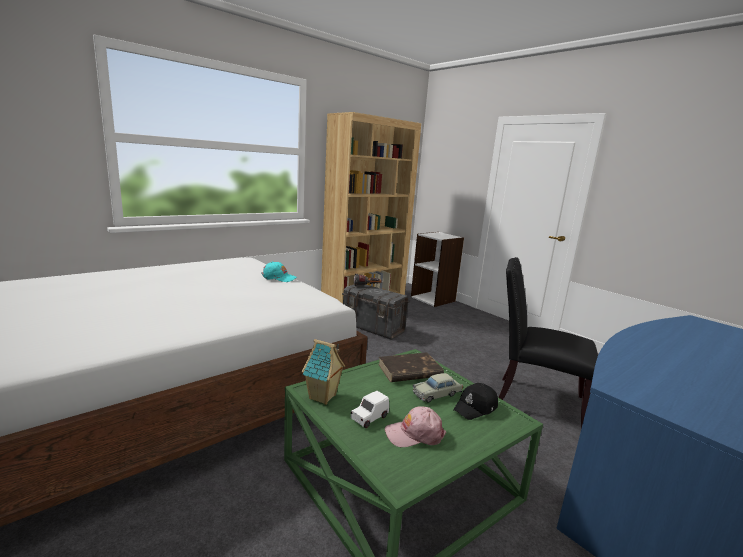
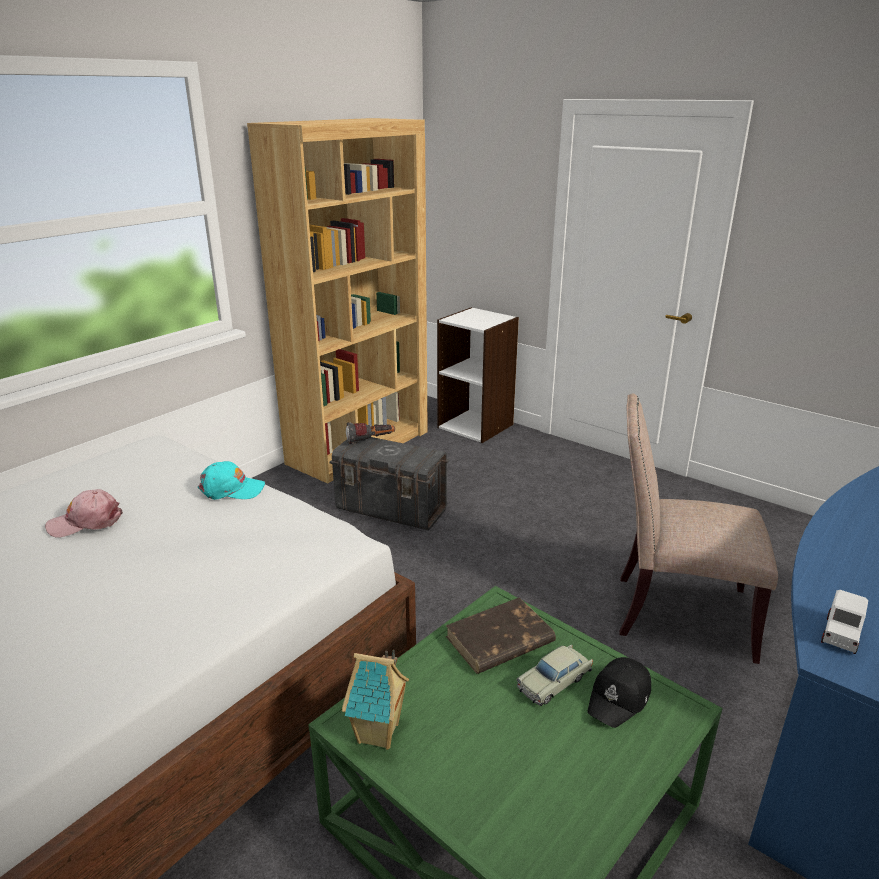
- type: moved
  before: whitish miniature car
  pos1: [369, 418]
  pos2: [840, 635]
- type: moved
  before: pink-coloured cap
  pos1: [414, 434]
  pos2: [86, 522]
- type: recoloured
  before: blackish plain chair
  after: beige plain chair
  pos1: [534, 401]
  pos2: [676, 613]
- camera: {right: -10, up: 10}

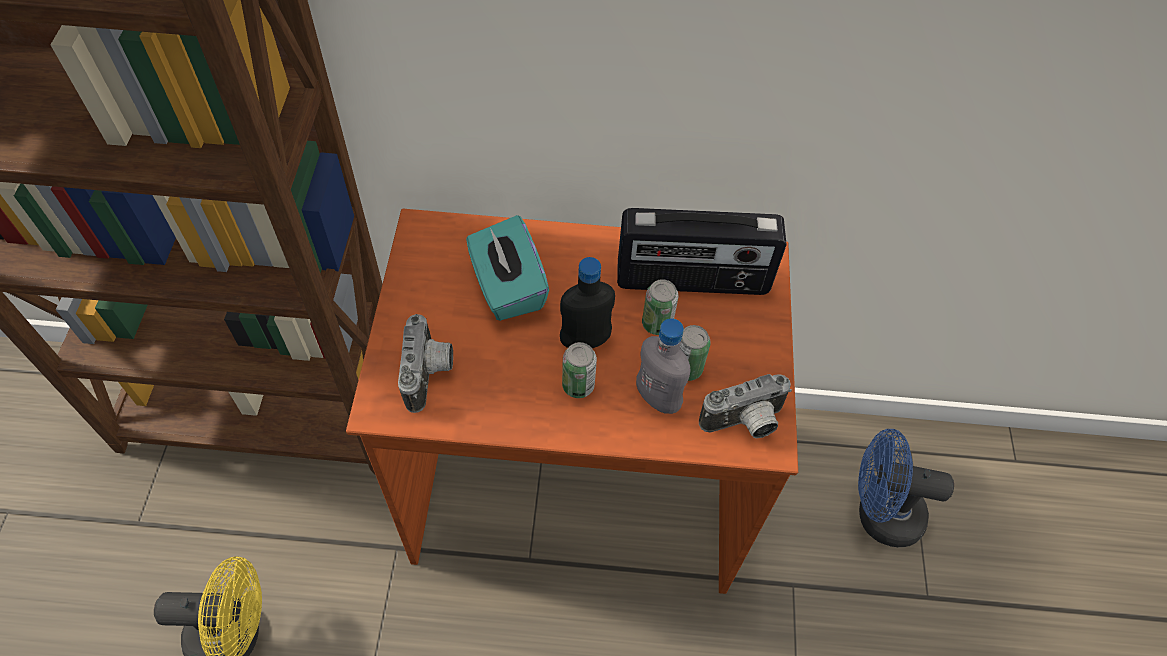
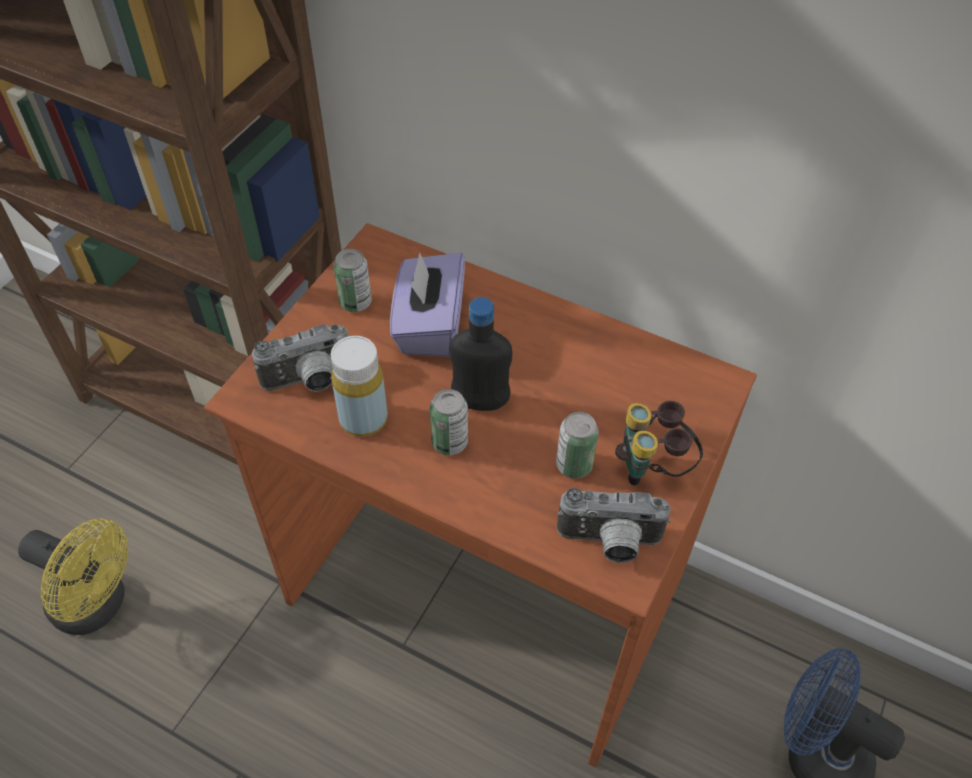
- type: turned
  before: still camera
  pos1: [430, 374]
  pos2: [310, 381]
  turn: 45
- type: recoloured
  before: blue-green box of tissues
  after: purple-coloured box of tissues
  pos1: [507, 287]
  pos2: [429, 326]
- type: removed
  before: radio set
  pos1: [692, 281]
- type: removed
  before: greyish beverage bottle
  pos1: [657, 398]
- type: moved
  before: metal can
  pos1: [657, 324]
  pos2: [355, 302]
- type: added
  after: yellowish beverage bottle
  pos2: [363, 419]
- type: added
  after: field glasses
  pos2: [653, 468]
- camera: {right: 25, up: -5}

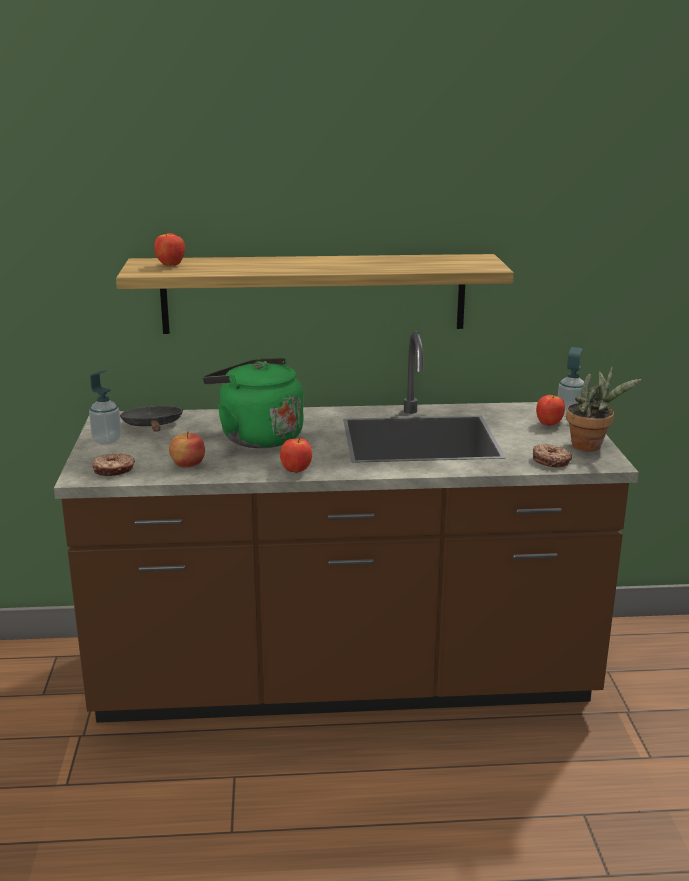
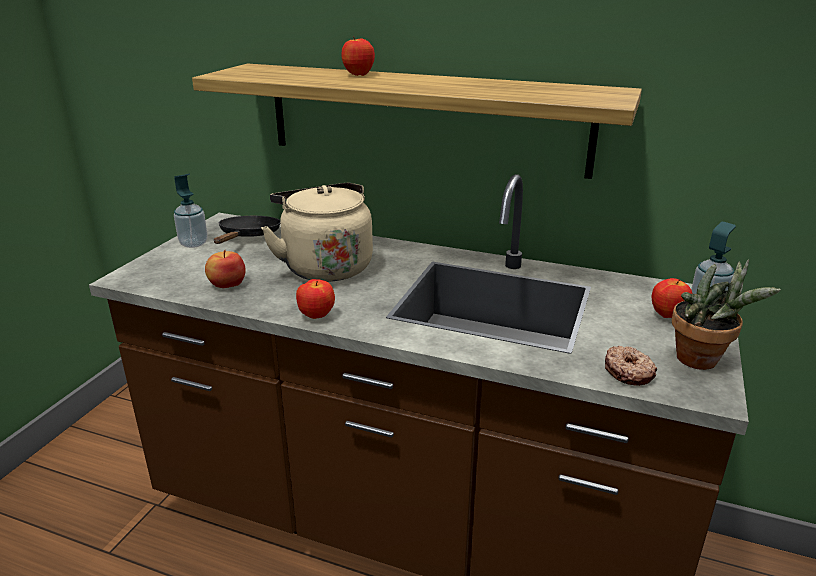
- type: removed
  before: doughnut
  pos1: [113, 470]
- type: moved
  before: whole apple
  pos1: [170, 265]
  pos2: [358, 75]
- type: recoloured
  before: green water kettle
  after: beige water kettle
  pos1: [257, 437]
  pos2: [325, 266]
- camera: {right: 25, up: 5}

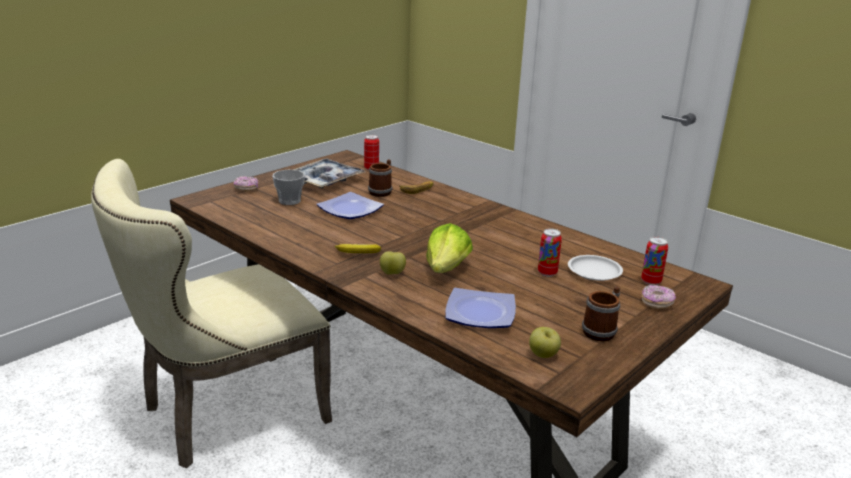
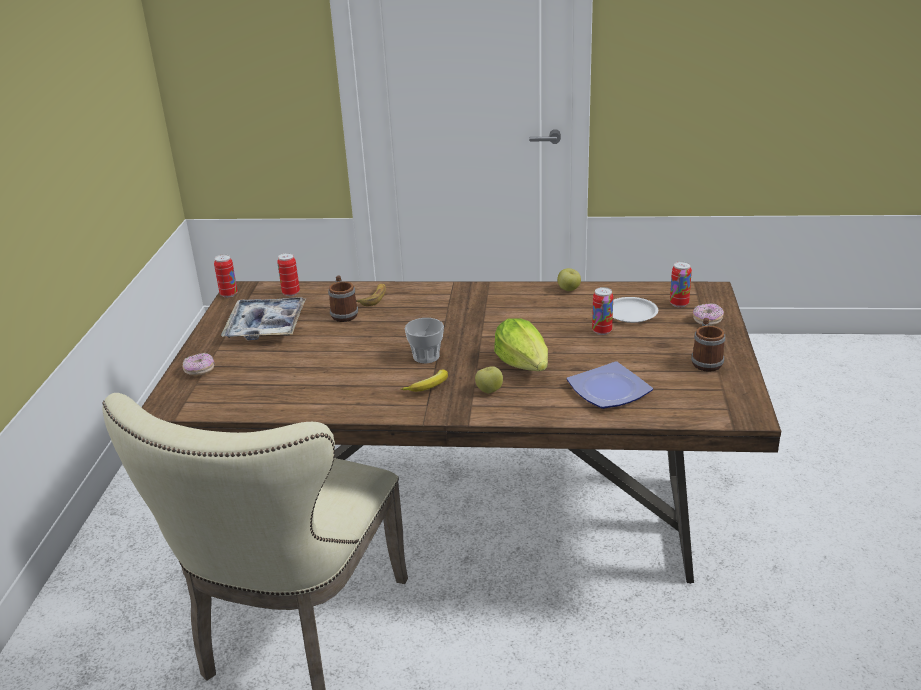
- type: moved
  before: drinking cup
  pos1: [289, 201]
  pos2: [426, 356]
- type: removed
  before: dinner plate
  pos1: [350, 210]
- type: moved
  before: whole apple
  pos1: [543, 355]
  pos2: [569, 290]
- type: added
  after: metal can
  pos2: [229, 294]
- camera: {right: -35, up: 5}

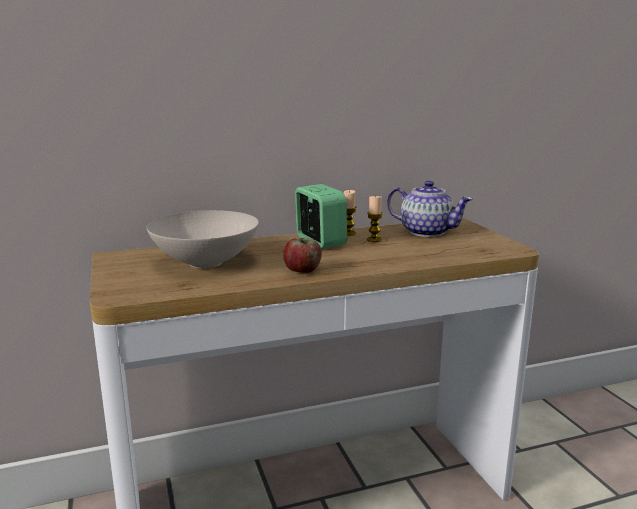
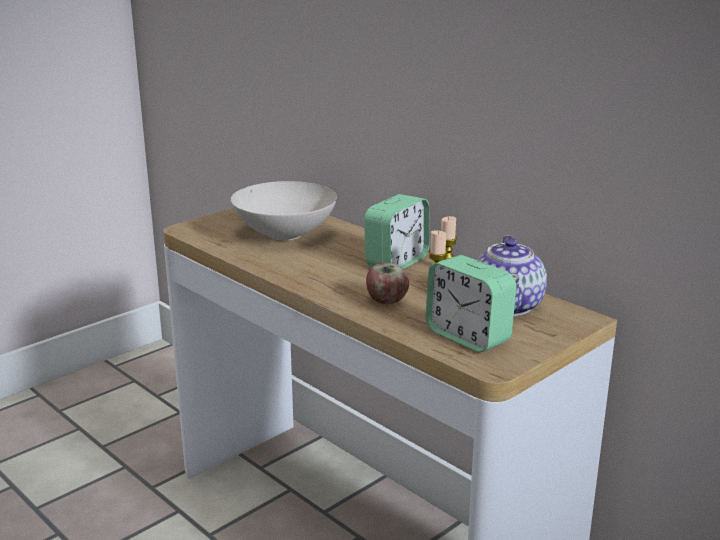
- type: moved
  before: whole apple
  pos1: [302, 271]
  pos2: [386, 301]
- type: added
  after: table clock
  pos2: [468, 337]
- camera: {right: 65, up: 5}

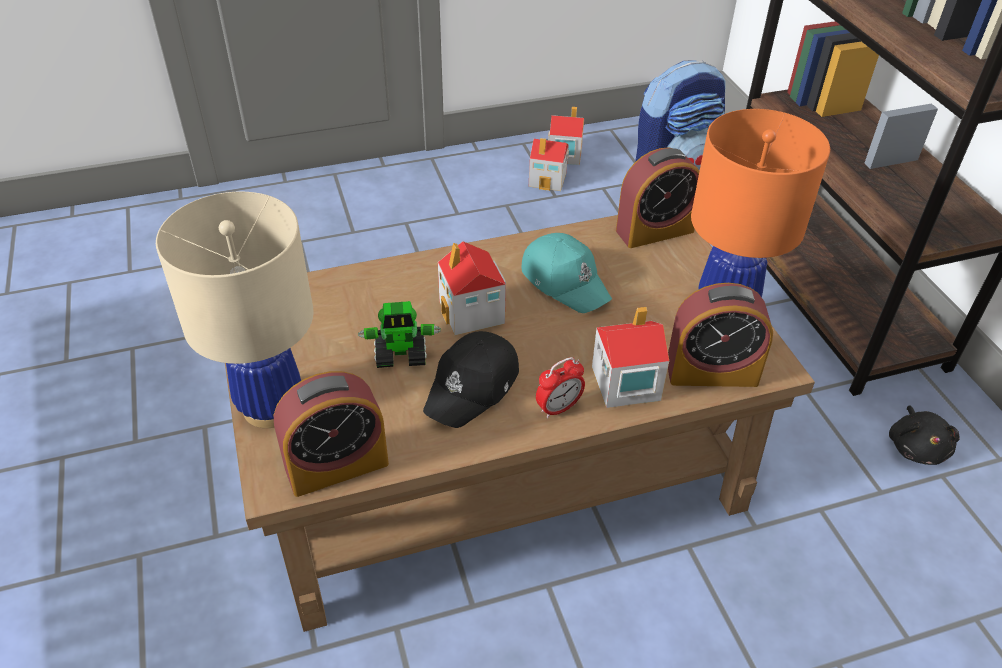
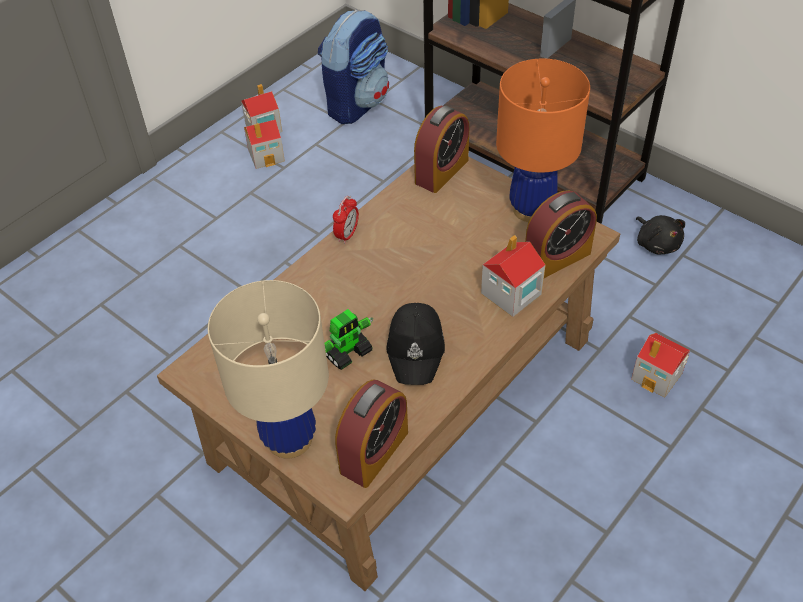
- type: moved
  before: model house
  pos1: [472, 313]
  pos2: [657, 376]
- type: removed
  before: blue-green cap
  pos1: [565, 281]
- type: moved
  before: table clock
  pos1: [558, 408]
  pos2: [347, 235]
- camera: {right: -30, up: 5}

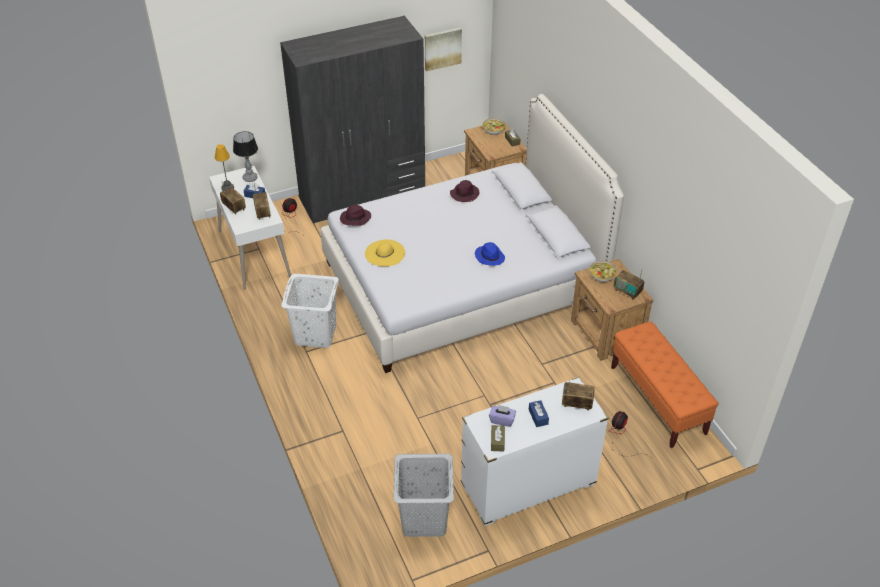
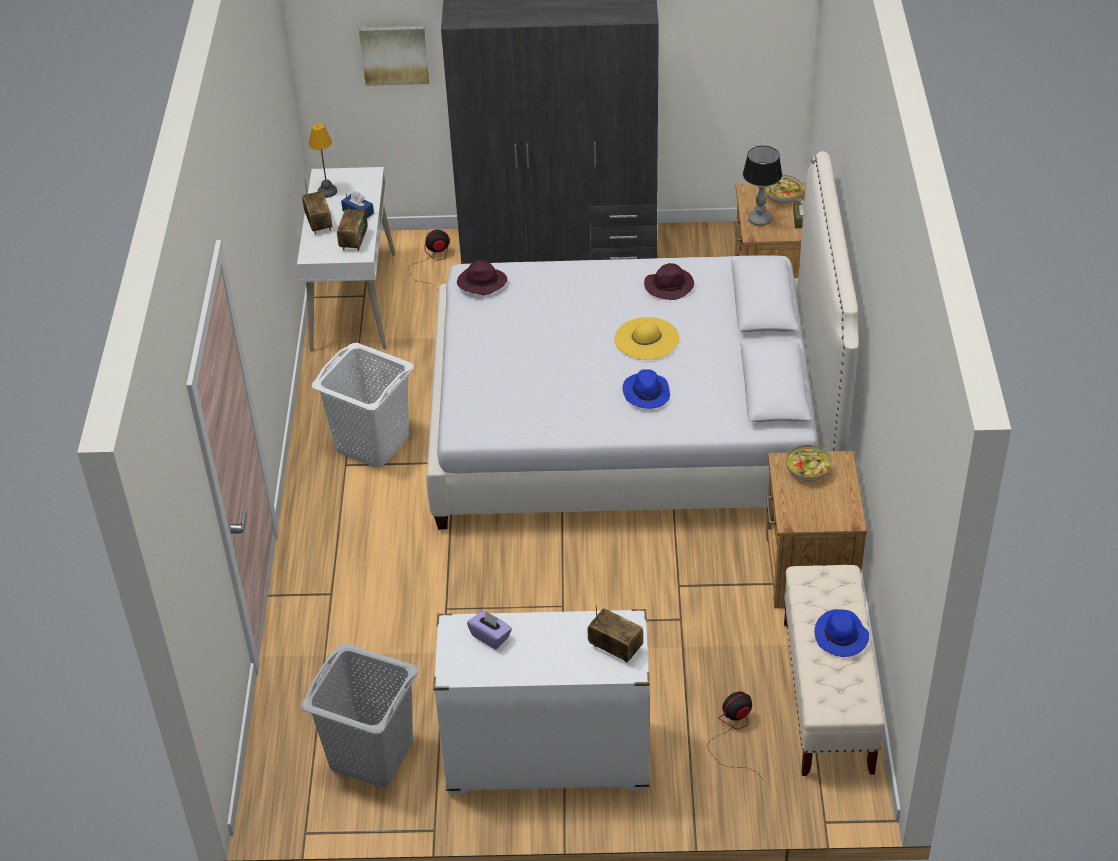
- type: moved
  before: lamp for a table
  pos1: [249, 178]
  pos2: [759, 220]
- type: moved
  before: yellowish wearable hat
  pos1: [385, 253]
  pos2: [646, 339]
- type: moved
  before: wall picture
  pos1: [442, 48]
  pos2: [394, 54]
- type: removed
  before: brown box of tissues
  pos1: [497, 441]
- type: removed
  before: blue-coloured box of tissues
  pos1: [538, 417]
- type: recoloured
  before: orangey bench
  after: beige bench
  pos1: [657, 400]
  pos2: [827, 697]
- type: removed
  before: radio set
  pos1: [627, 291]
- type: added
  after: blue-coloured wearable hat
  pos2: [841, 636]
- camera: {right: 25, up: 0}

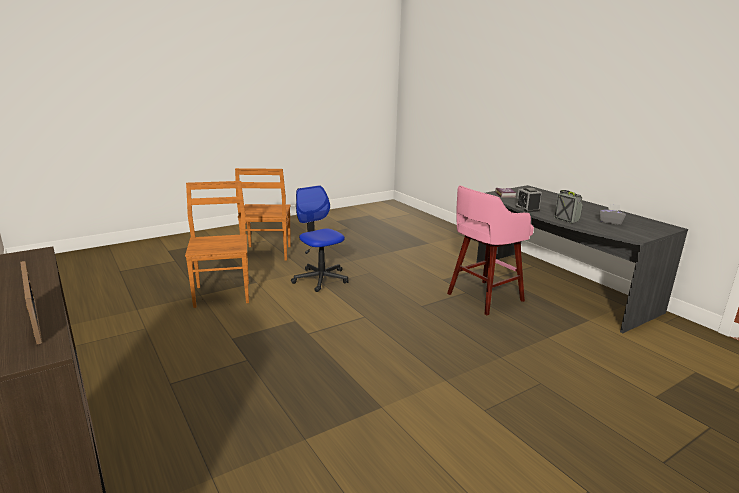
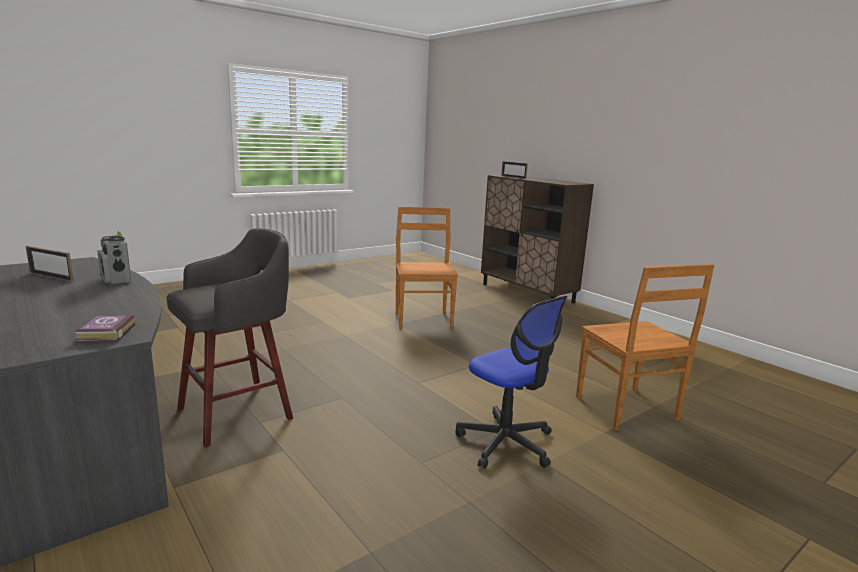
- type: moved
  before: brown plain chair
  pos1: [267, 254]
  pos2: [423, 320]
- type: recoloured
  before: pink-coloured stool
  after: greyish stool
  pos1: [483, 298]
  pos2: [239, 413]
- type: removed
  before: table clock
  pos1: [527, 208]
- type: replaced
  before: greyish box of tissues
  after: standing frame
  pos1: [610, 222]
  pos2: [51, 277]
- camera: {right: 175, up: -5}

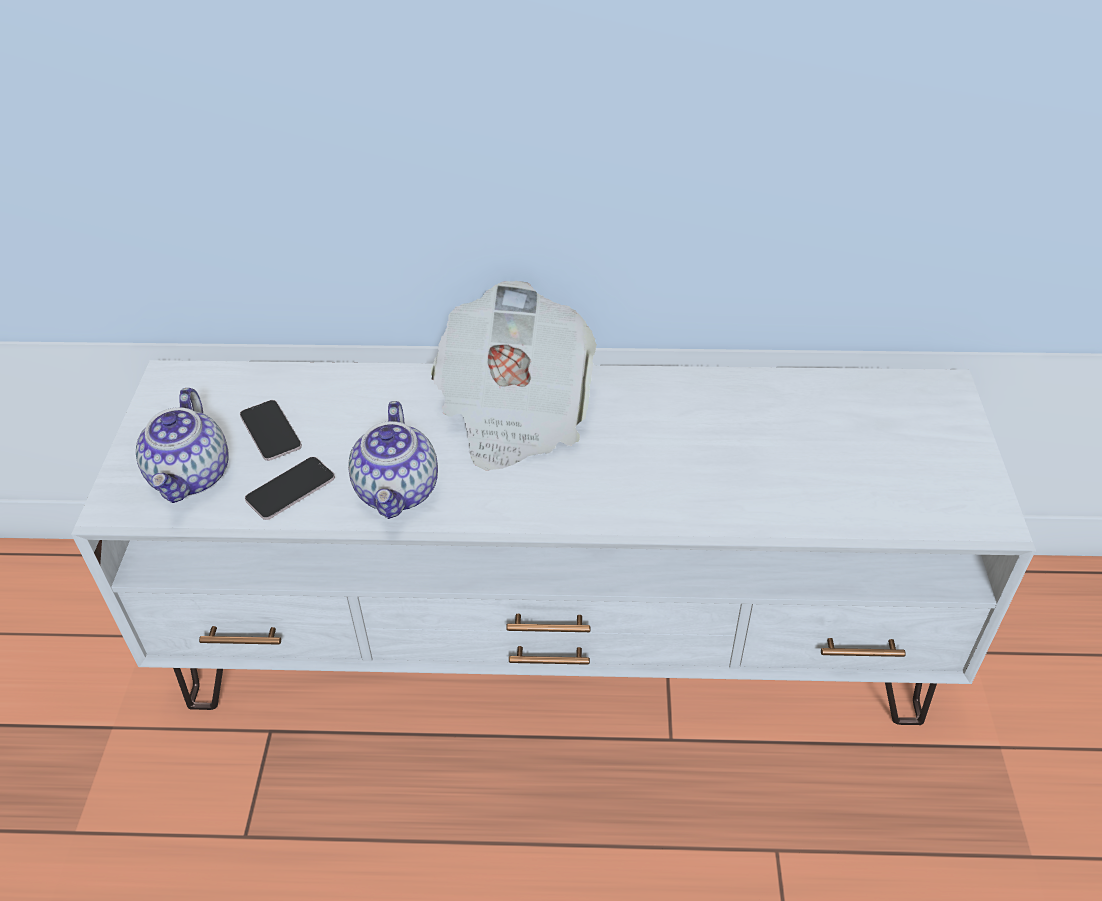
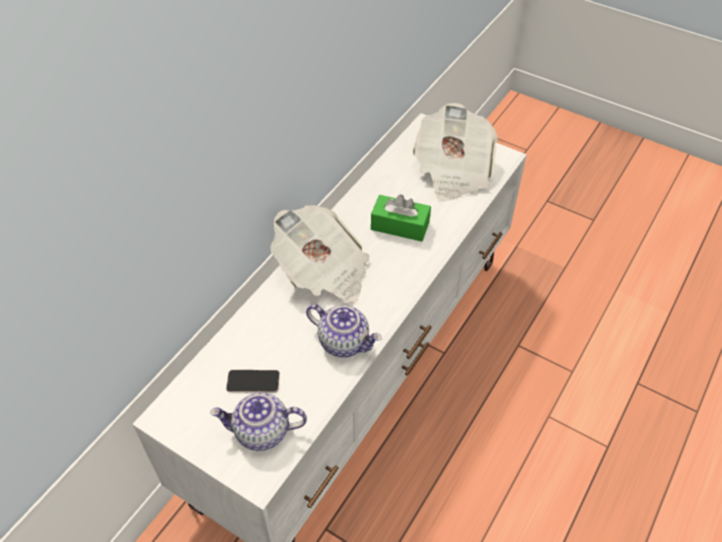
- type: turned
  before: pot for tea
  pos1: [192, 476]
  pos2: [261, 432]
  turn: 150
- type: removed
  before: telephone
  pos1: [290, 489]
- type: added
  after: green box of tissues
  pos2: [400, 226]
- type: added
  after: daily paper
  pos2: [452, 171]
- camera: {right: -60, up: 5}

